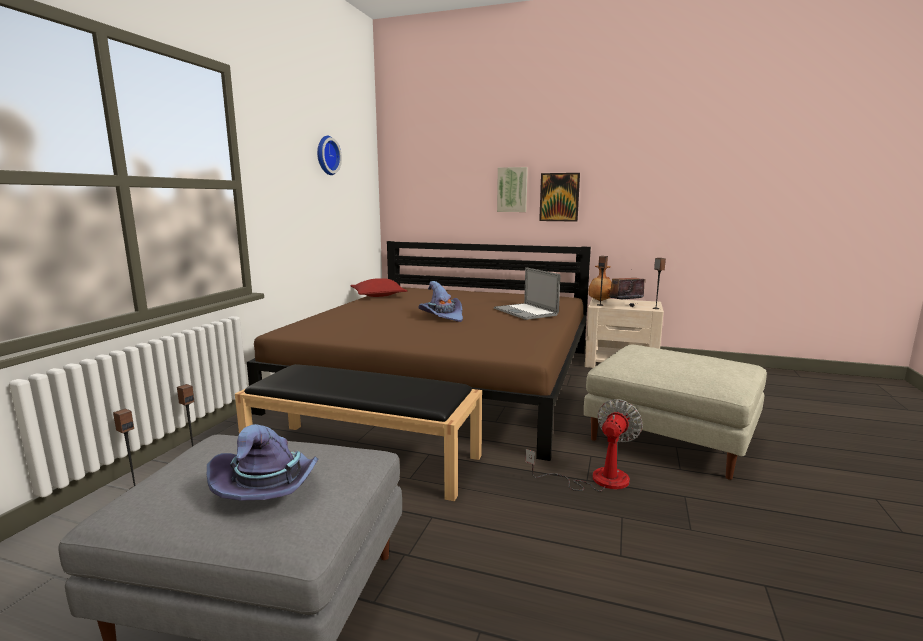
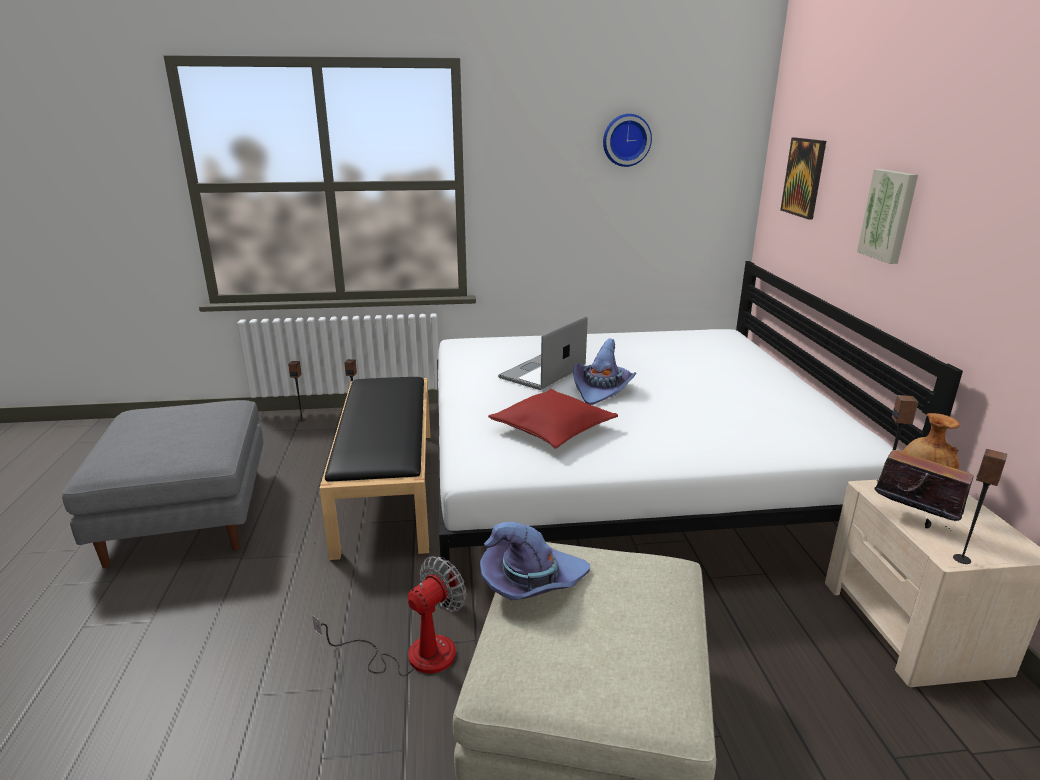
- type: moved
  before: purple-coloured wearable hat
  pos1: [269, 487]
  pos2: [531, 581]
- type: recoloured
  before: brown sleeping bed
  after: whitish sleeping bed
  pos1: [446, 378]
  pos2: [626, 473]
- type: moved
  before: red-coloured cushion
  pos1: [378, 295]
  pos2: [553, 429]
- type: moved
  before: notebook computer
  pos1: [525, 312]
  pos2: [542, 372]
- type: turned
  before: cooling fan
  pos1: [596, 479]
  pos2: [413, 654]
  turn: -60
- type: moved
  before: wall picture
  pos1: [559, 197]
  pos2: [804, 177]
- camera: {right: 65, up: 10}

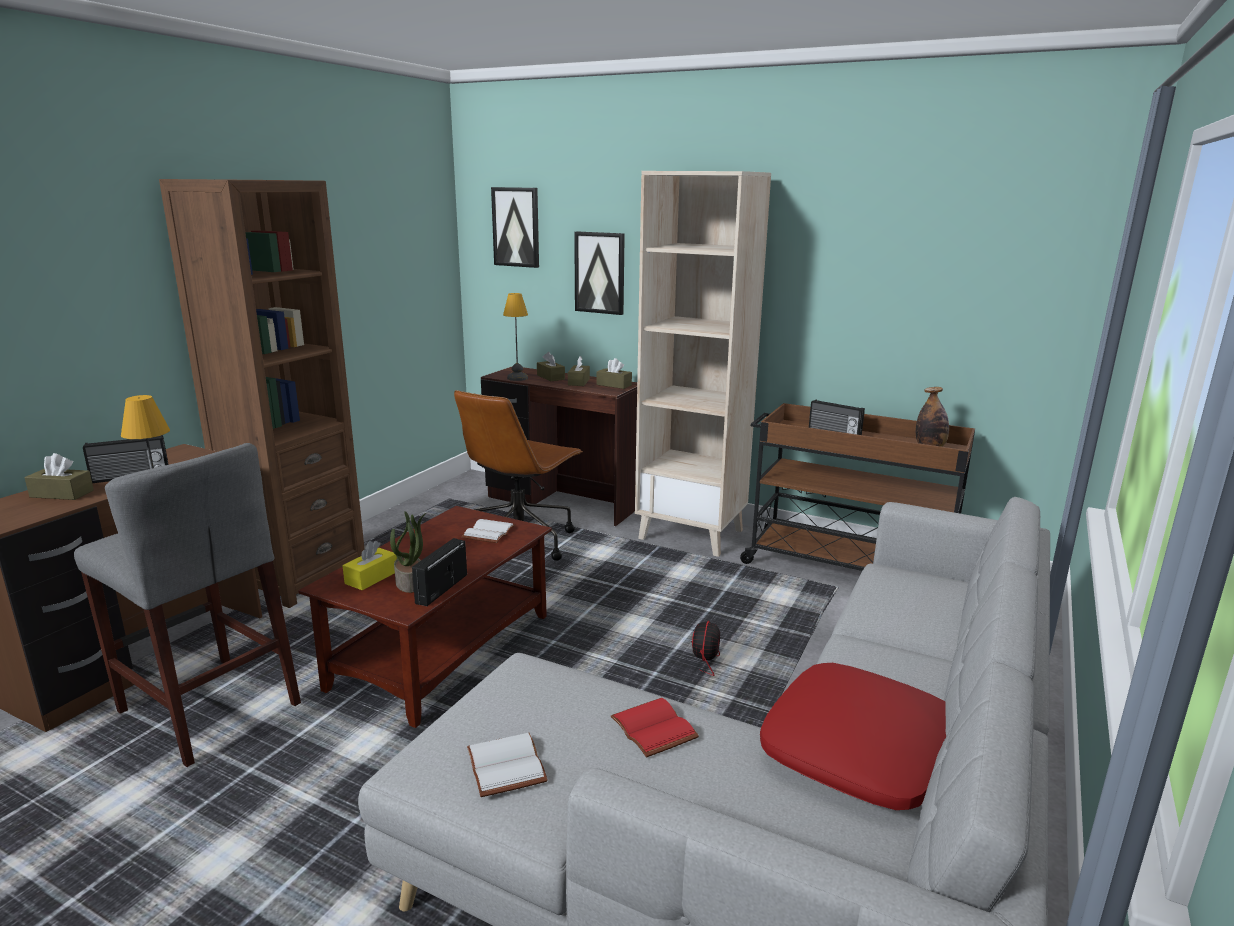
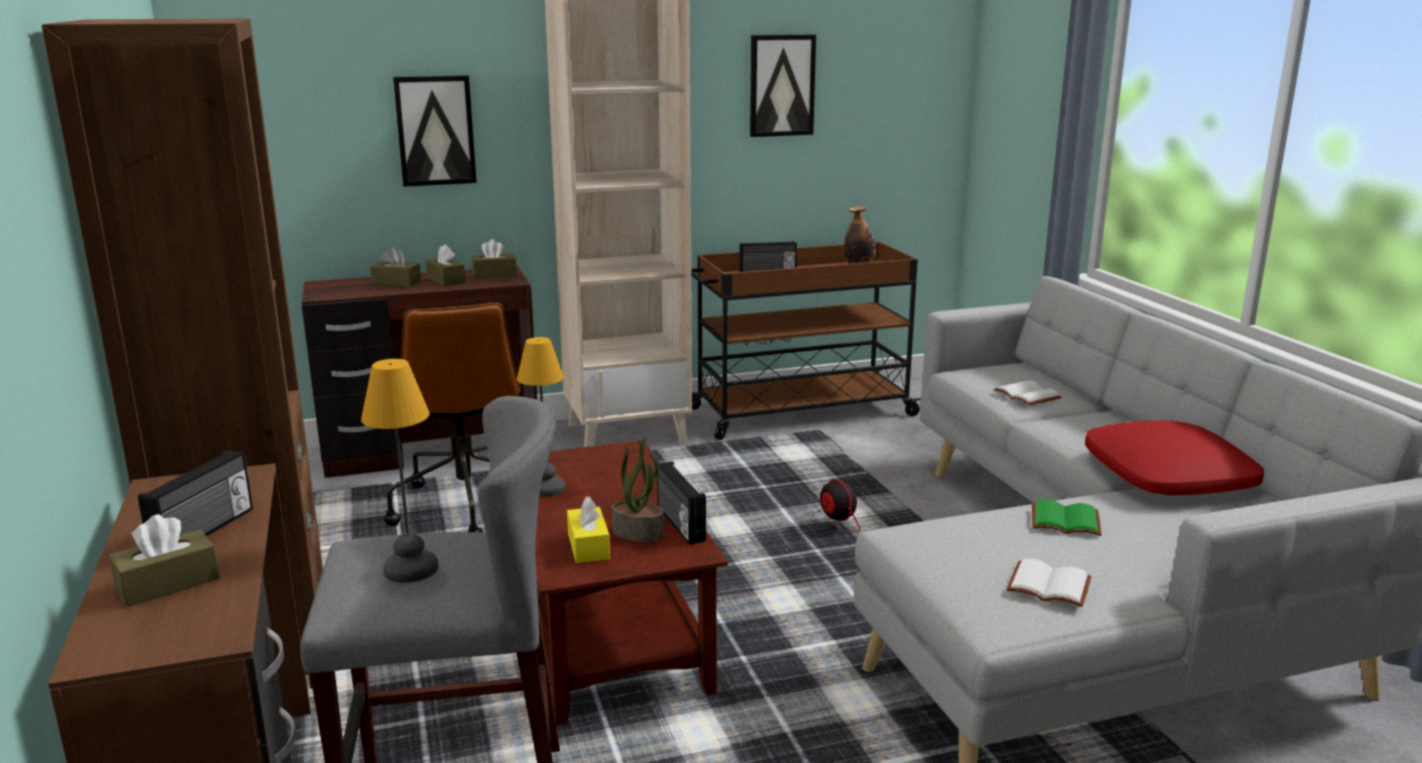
- type: moved
  before: whitish book
  pos1: [488, 532]
  pos2: [1025, 395]
- type: moved
  before: wall picture
  pos1: [516, 227]
  pos2: [781, 85]
- type: moved
  before: lamp for a table
  pos1: [517, 378]
  pos2: [545, 488]
- type: recoloured
  before: red-coloured book
  after: green book
  pos1: [656, 729]
  pos2: [1066, 520]
- camera: {right: -45, up: 0}

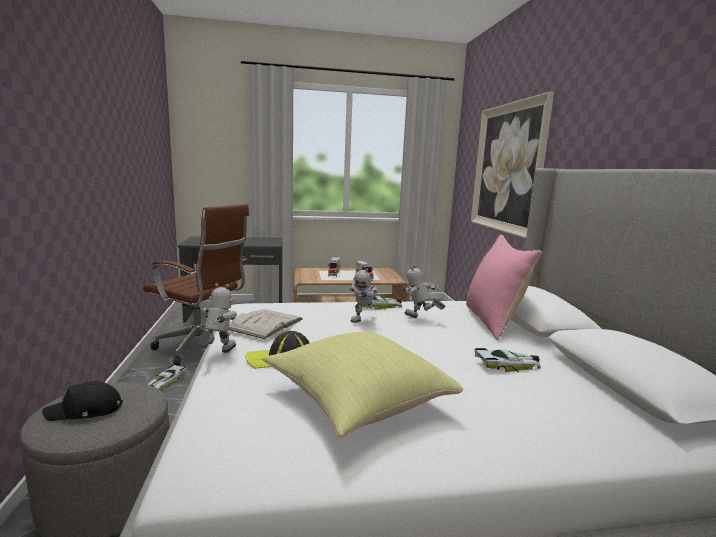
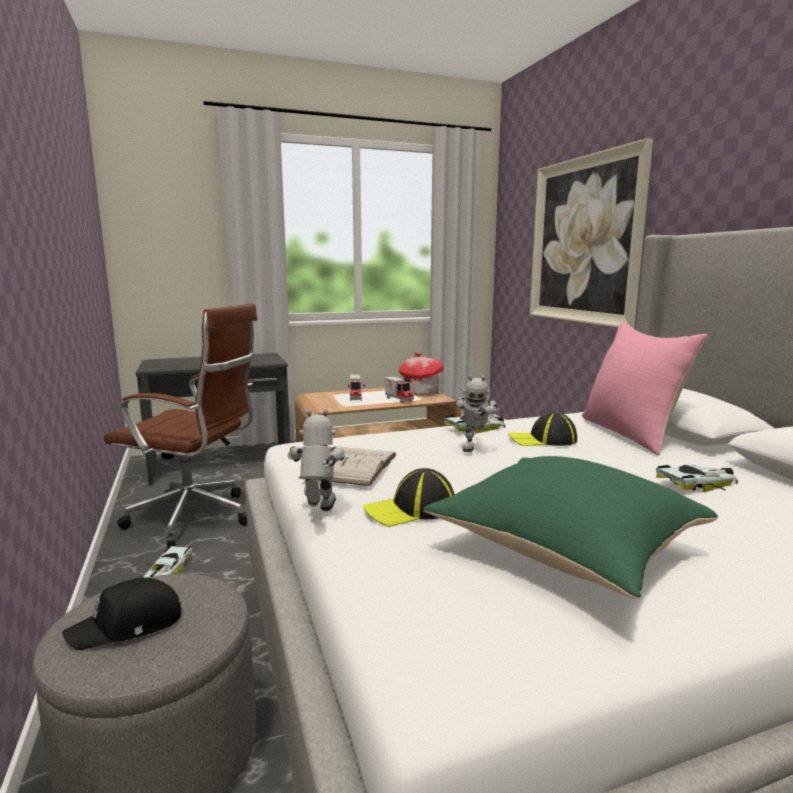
- type: recoloured
  before: yellowish cushion
  after: green cushion
  pos1: [355, 401]
  pos2: [561, 552]
- type: replaced
  before: toy robot
  after: cap
  pos1: [419, 319]
  pos2: [542, 440]
- type: added
  after: model house
  pos2: [421, 392]
- camera: {right: -10, up: 0}

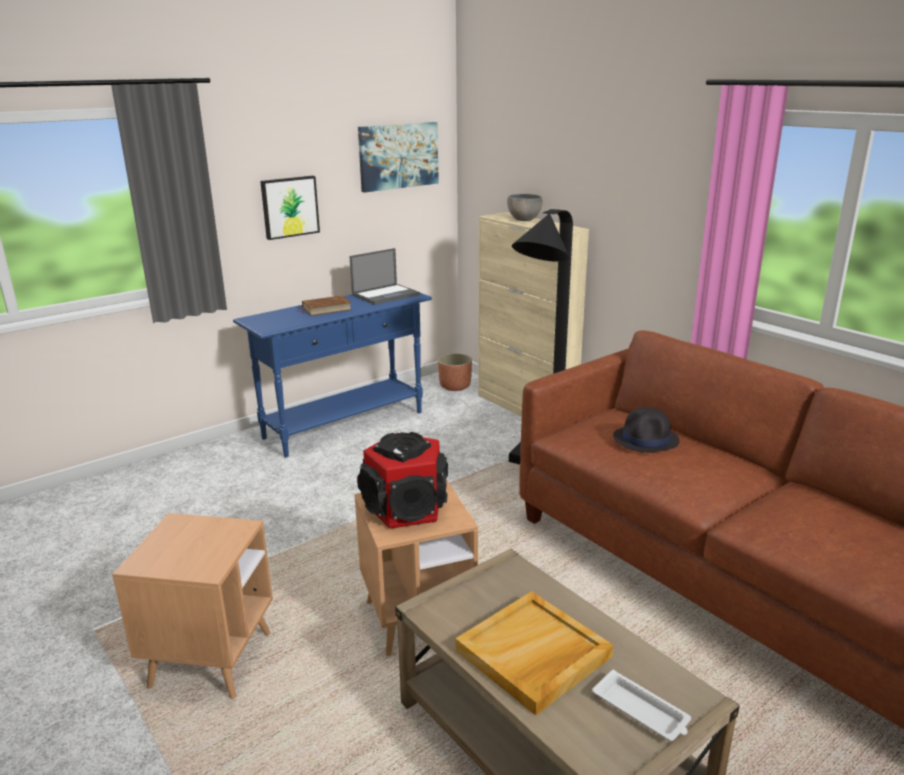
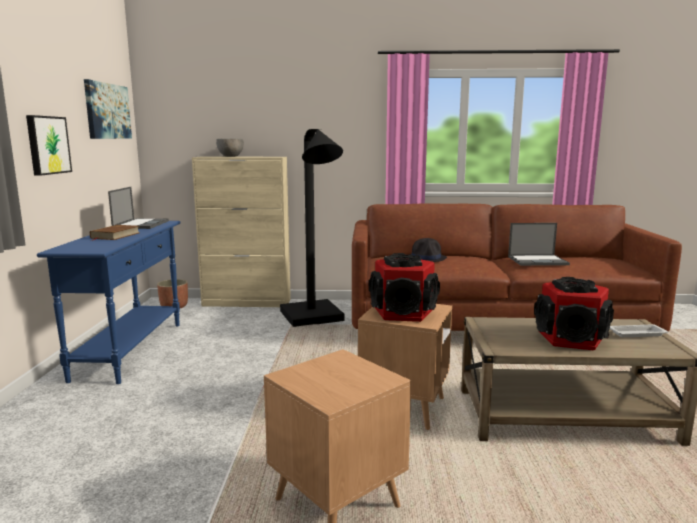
- type: replaced
  before: beige serving tray
  after: loudspeaker
  pos1: [533, 655]
  pos2: [572, 339]
- type: added
  after: notebook computer
  pos2: [538, 261]
- camera: {right: -50, up: -10}

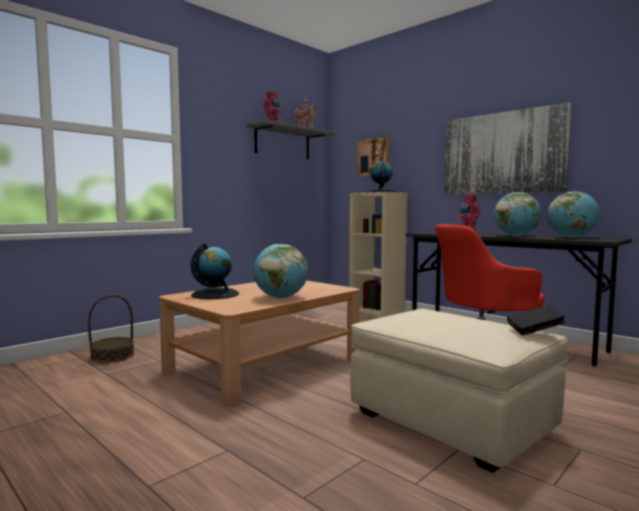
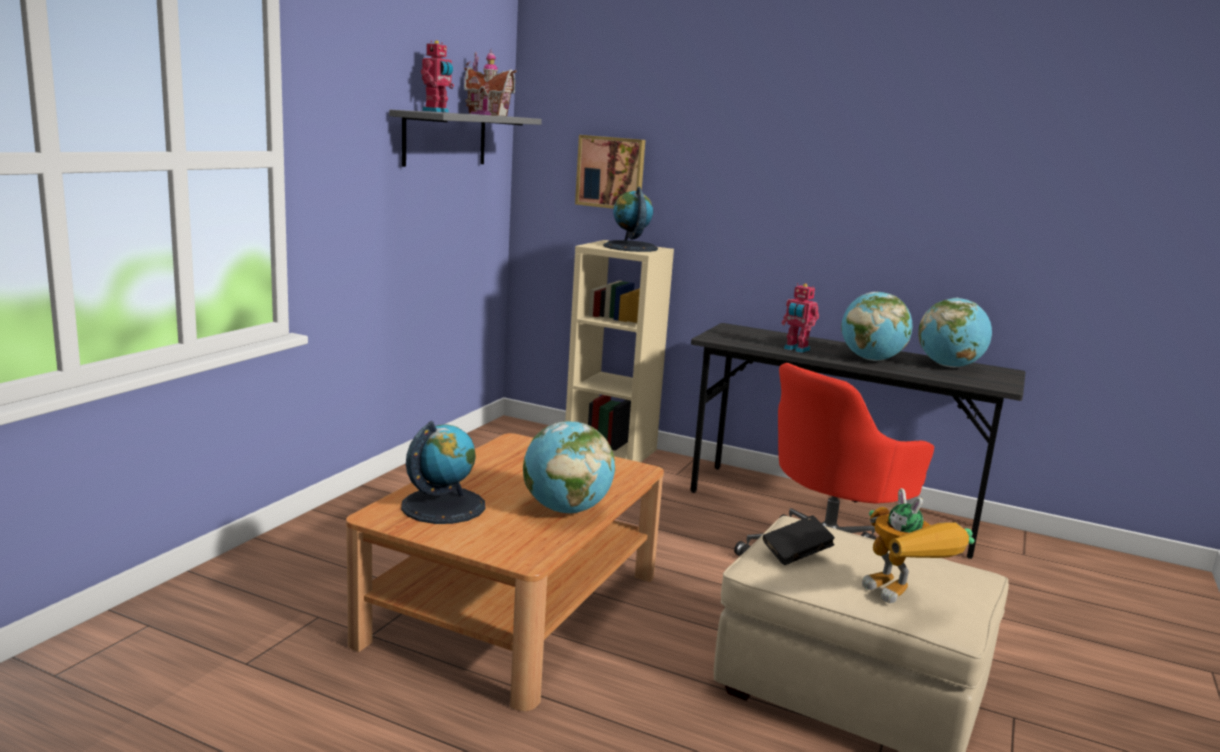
- type: removed
  before: household basket
  pos1: [112, 356]
- type: removed
  before: wall picture
  pos1: [502, 153]
- type: moved
  before: blackish book
  pos1: [534, 331]
  pos2: [796, 554]
- type: added
  after: toy robot
  pos2: [904, 598]
- camera: {right: -20, up: 10}

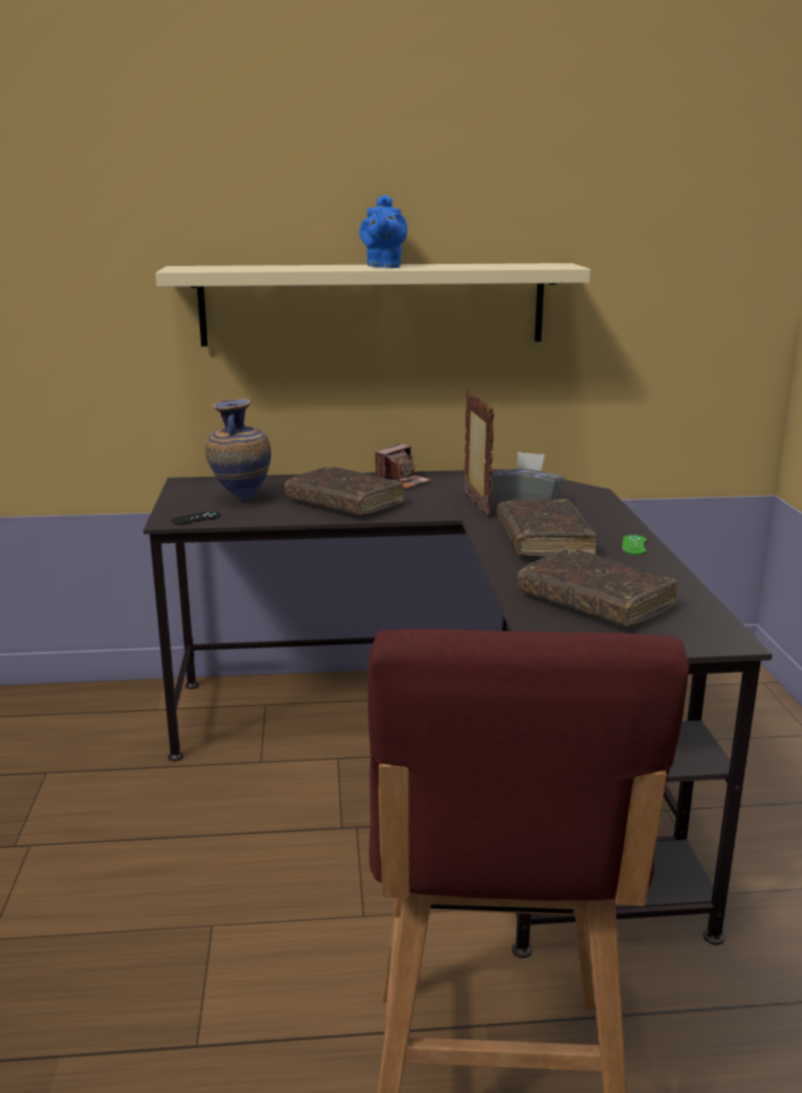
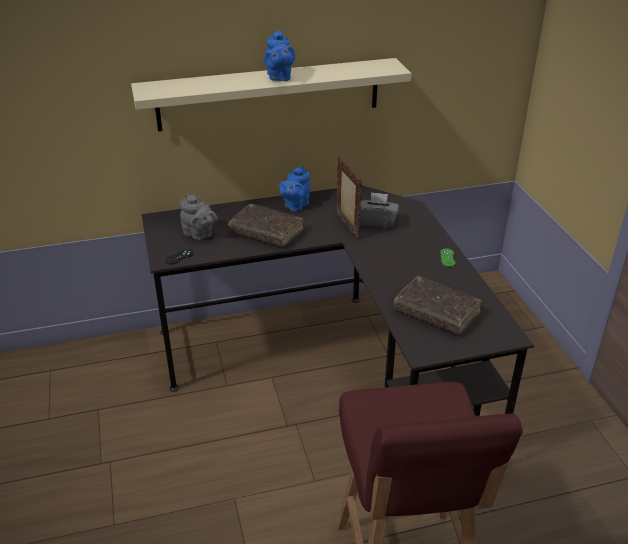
- type: replaced
  before: vase
  after: greyish pot for tea
  pos1: [240, 500]
  pos2: [199, 234]
- type: replaced
  before: still camera
  after: blue-coloured pot for tea
  pos1: [402, 481]
  pos2: [295, 205]
- type: removed
  before: brown book
  pos1: [543, 541]
- camera: {right: -10, up: 15}

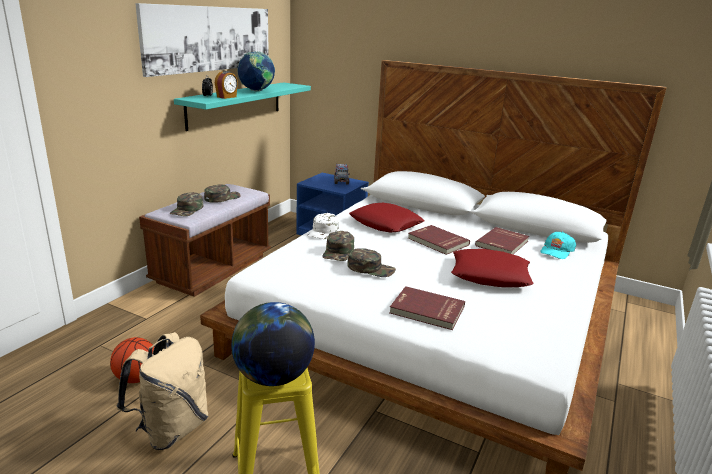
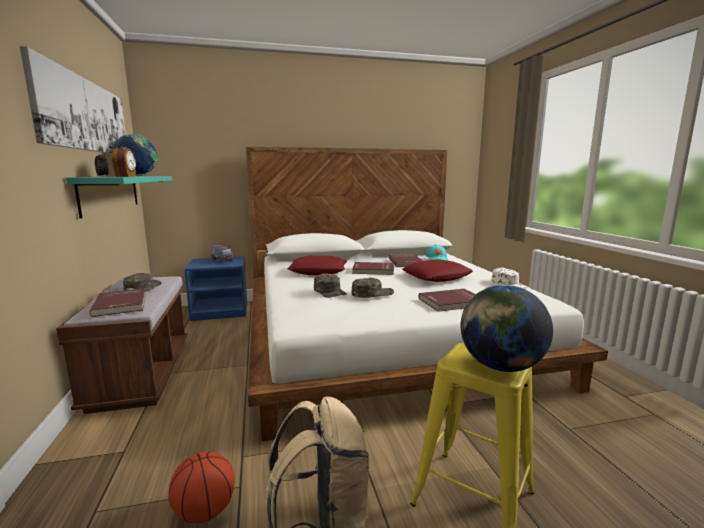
- type: replaced
  before: green cap
  after: red-coloured book
  pos1: [187, 210]
  pos2: [122, 304]
- type: moved
  before: whitish cap
  pos1: [323, 231]
  pos2: [509, 284]
- camera: {right: -40, up: -10}

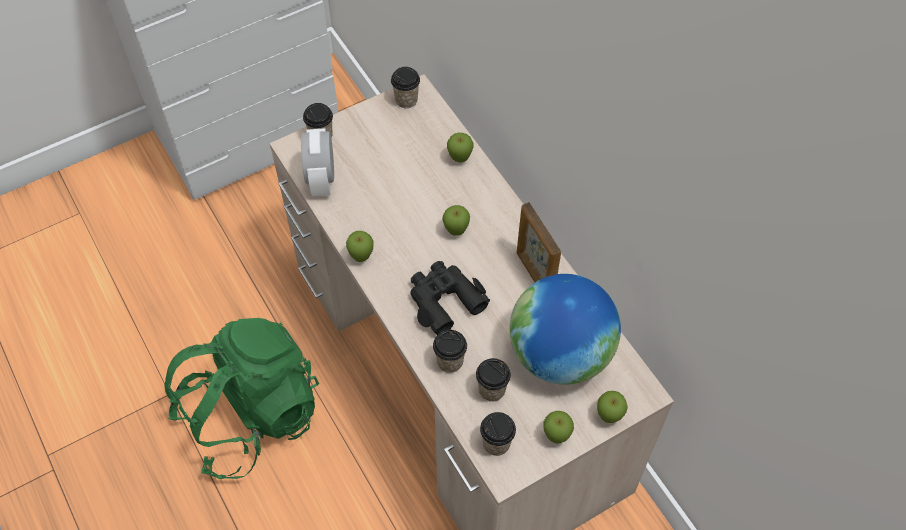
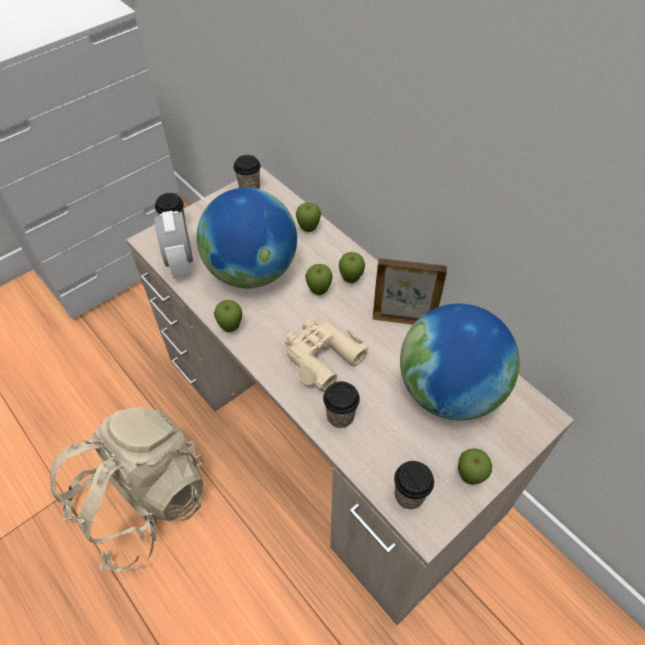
- type: recoloured
  before: green knapsack
  after: beige knapsack
  pos1: [250, 415]
  pos2: [143, 502]
- type: recoloured
  before: blackish field glasses
  after: beige field glasses
  pos1: [444, 300]
  pos2: [321, 356]
- type: removed
  before: drinking cup
  pos1: [492, 390]
- type: turned
  before: standing frame
  pos1: [534, 274]
  pos2: [403, 319]
  turn: 135
- type: moved
  before: whole apple
  pos1: [608, 416]
  pos2: [351, 280]
- type: added
  after: desk globe
  pos2: [251, 271]
- camera: {right: -10, up: -5}

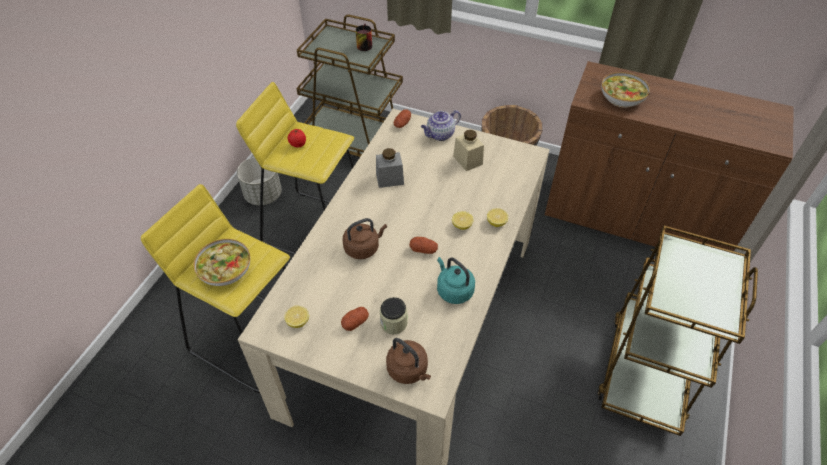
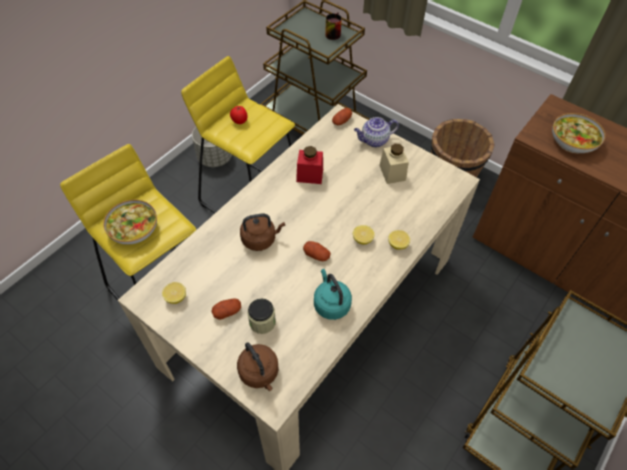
- type: recoloured
  before: greyish preserve jar
  after: red-coloured preserve jar
  pos1: [390, 179]
  pos2: [309, 175]
- camera: {right: 15, up: 5}

